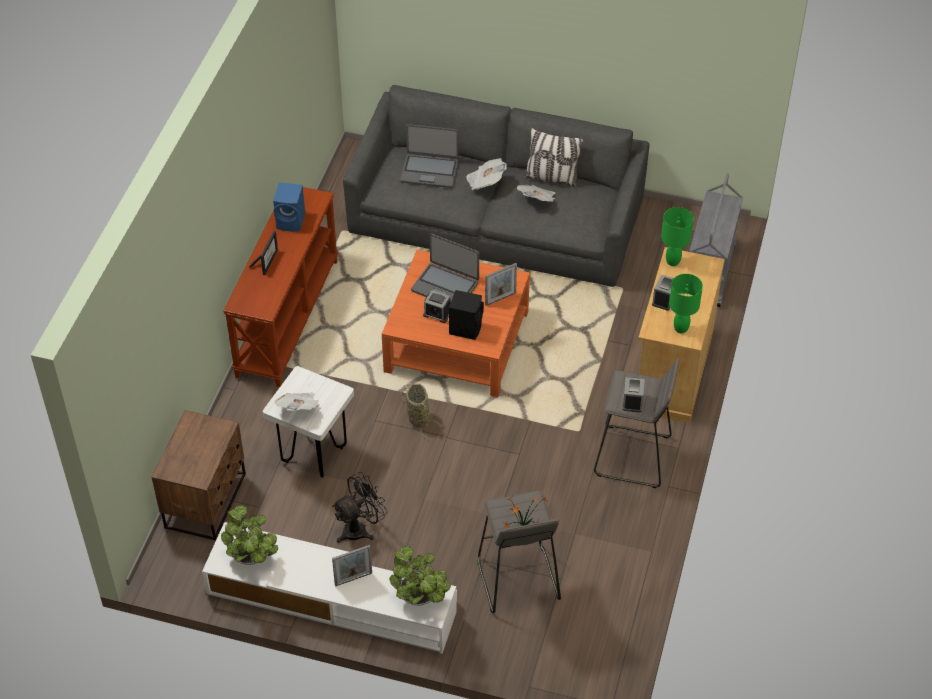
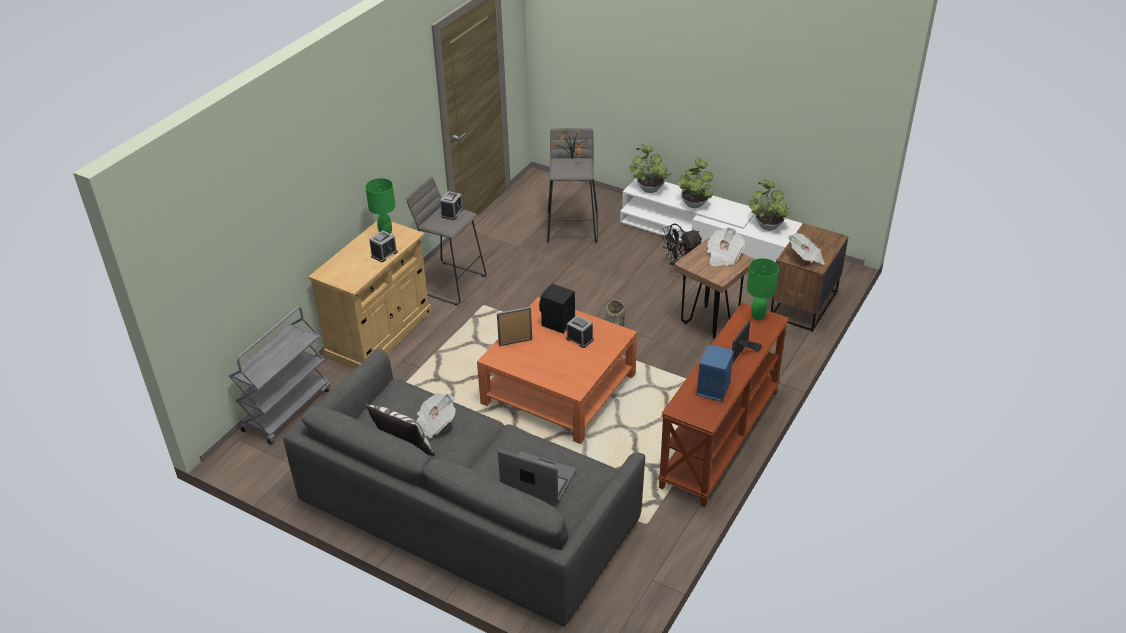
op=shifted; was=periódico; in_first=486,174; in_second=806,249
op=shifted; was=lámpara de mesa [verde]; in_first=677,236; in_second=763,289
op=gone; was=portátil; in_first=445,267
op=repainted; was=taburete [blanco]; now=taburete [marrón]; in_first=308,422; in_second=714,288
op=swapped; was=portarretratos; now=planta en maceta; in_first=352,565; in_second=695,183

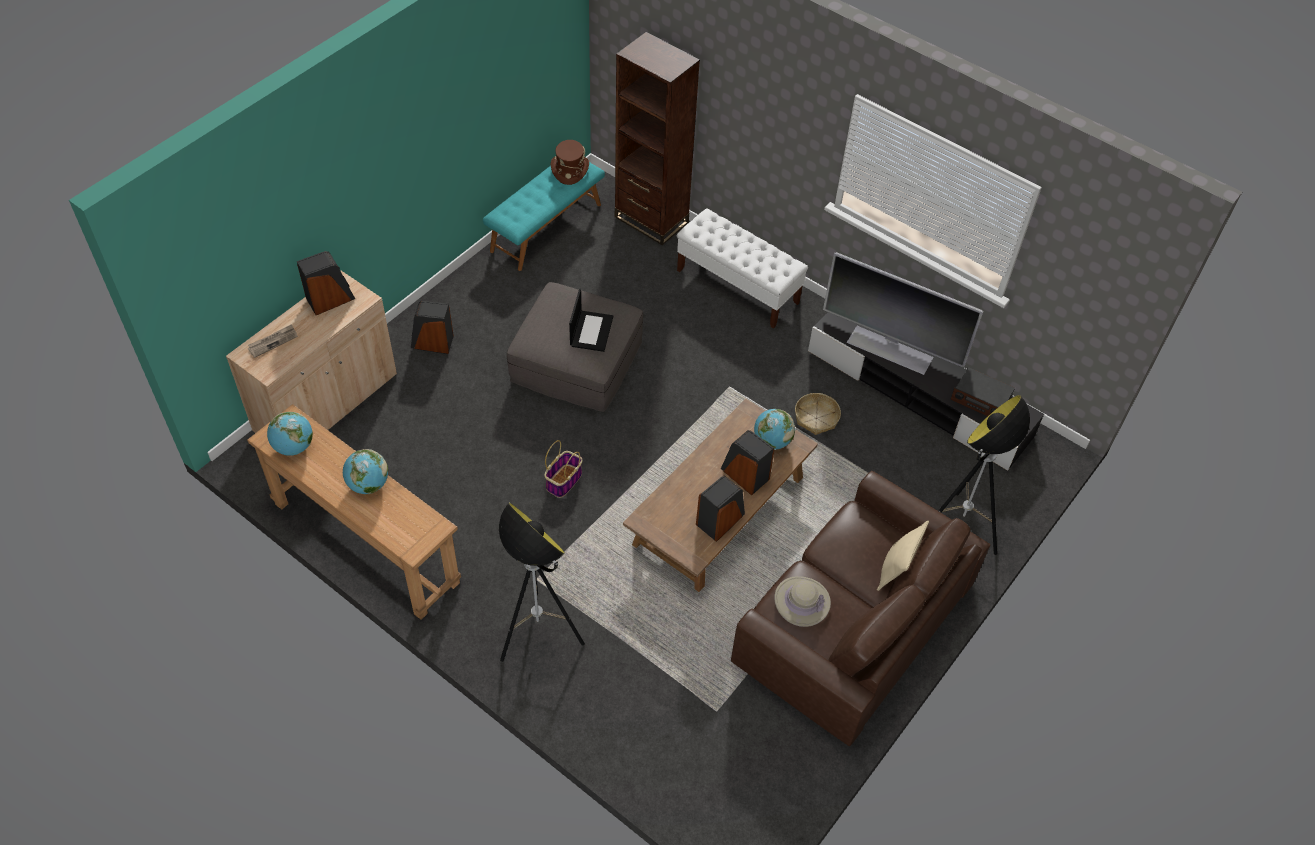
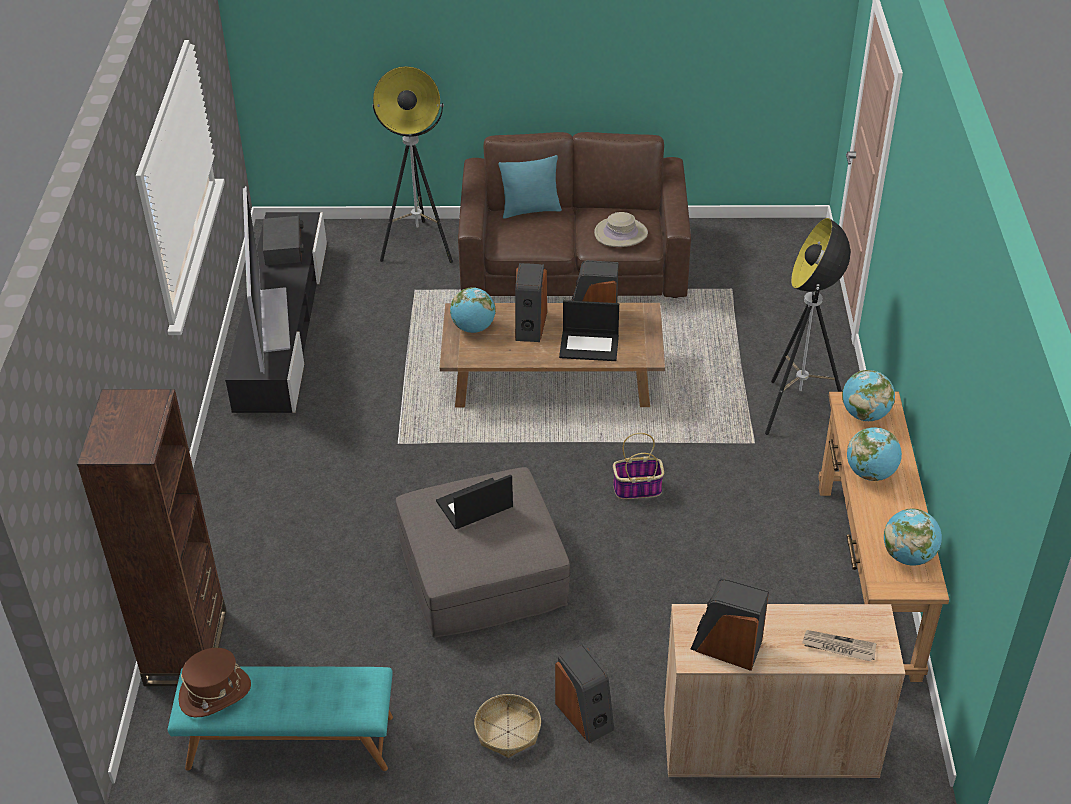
op=gone; was=banco [blanco]; in_first=742,268
op=shifted; was=cesta; in_first=818,414; in_second=507,726
op=repainted; was=cojín [beis]; now=cojín [turquesa]; in_first=903,555; in_second=530,187
op=new; now=portátil; in_second=589,330
op=new; now=globo terráqueo; in_second=868,395

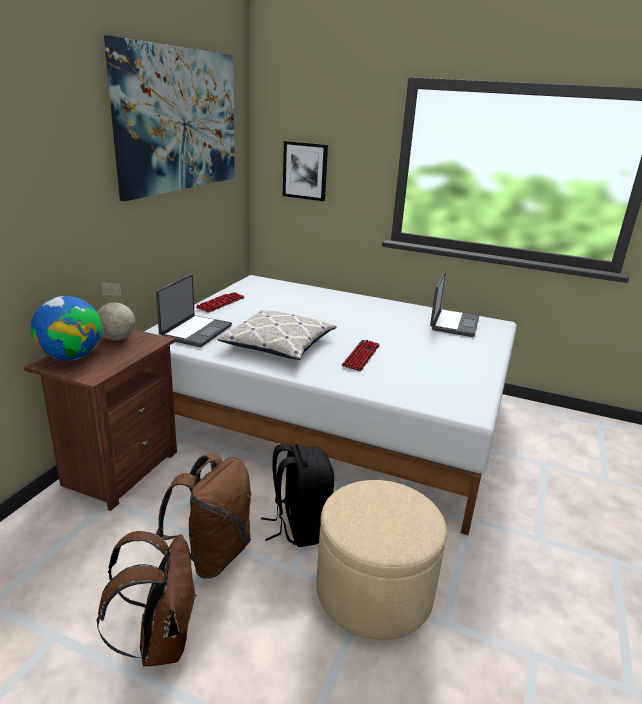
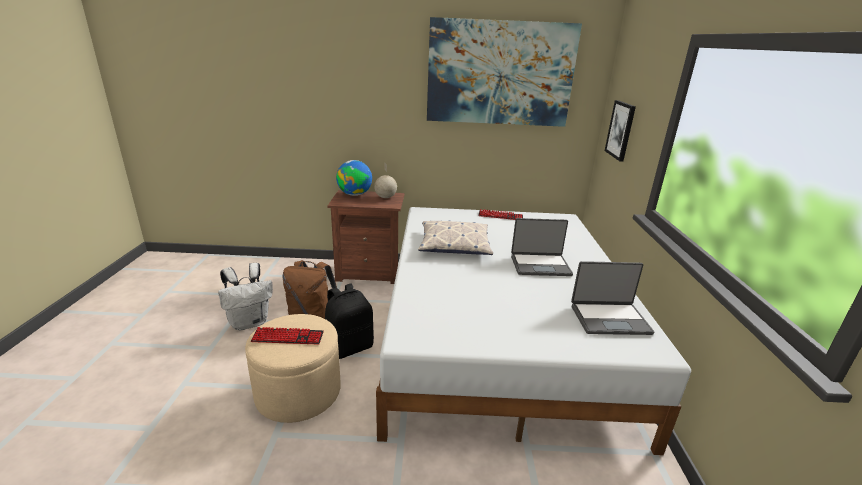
op=shifted; was=portátil; in_first=194,310; in_second=542,247
op=shifted; was=teclado; in_first=361,355; in_second=287,336
op=repainted; was=mochila [marrón]; now=mochila [blanco]; in_first=146,598; in_second=245,296

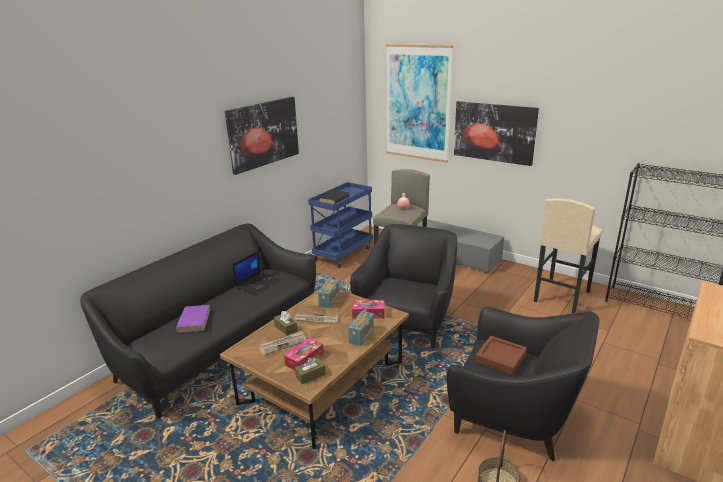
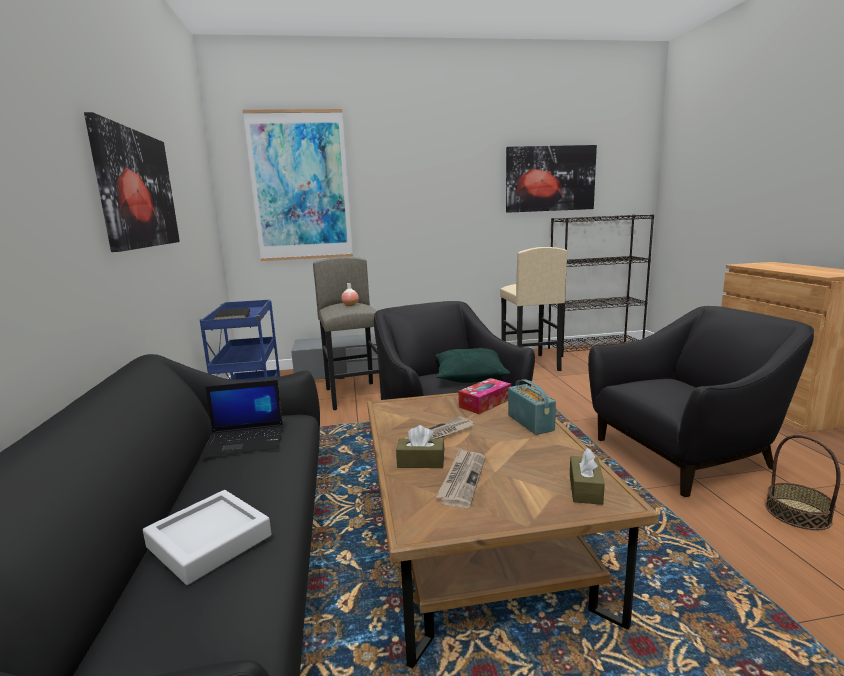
op=shifted; was=cuadro; in_first=496,133; in_second=551,179
op=rotated; was=portátil; in_first=256,273; in_second=241,419; clockwise=90
op=gone; was=radio; in_first=329,292
op=swapped; was=libro [morado]; now=bandeja [gris]; in_first=193,318; in_second=207,537
op=gone; was=bandeja [marrón]; in_first=501,355
op=gone; was=caja de pañuelos; in_first=304,354
op=new; now=cojín [verde]; in_second=472,365

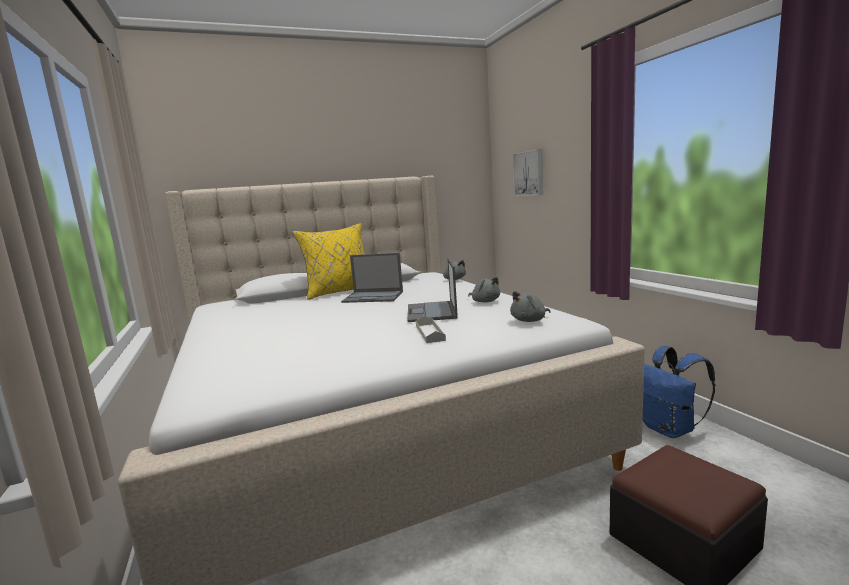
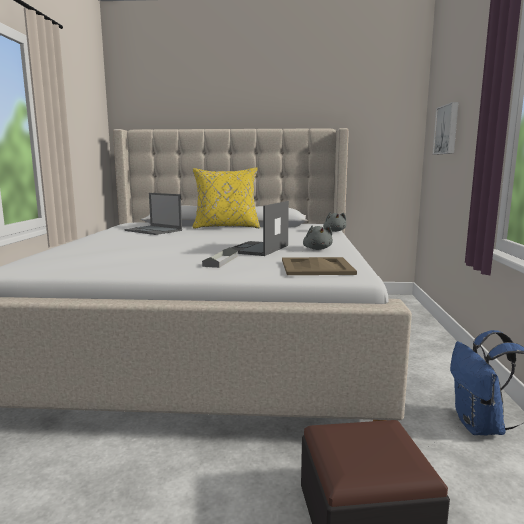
op=shifted; was=portátil; in_first=372,278; in_second=153,214
op=swapped; was=peluche [gris]; now=bandeja [beis]; in_first=530,306; in_second=319,266

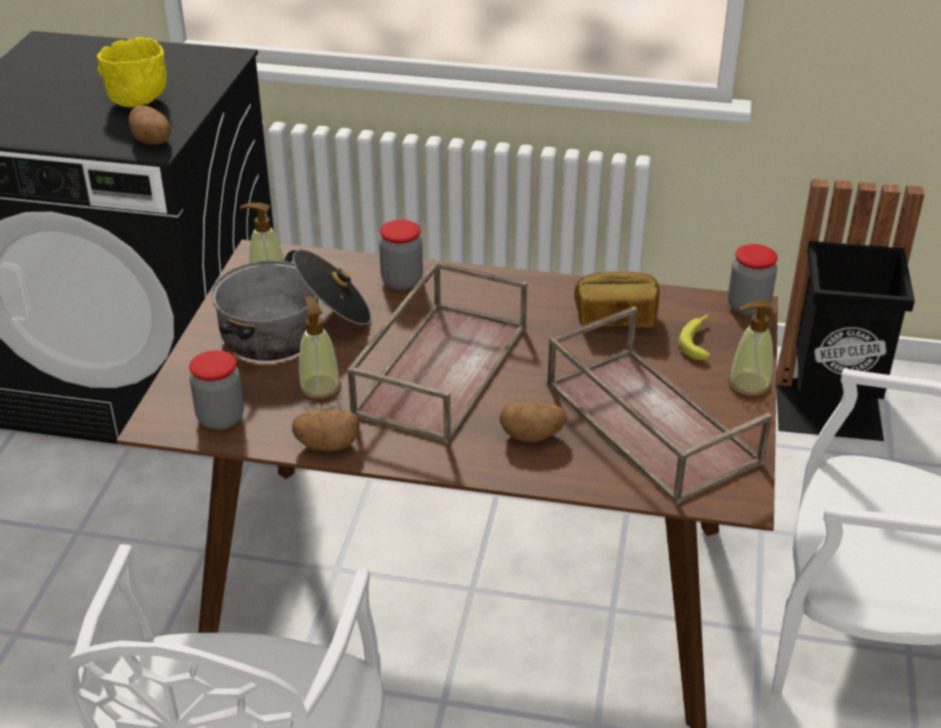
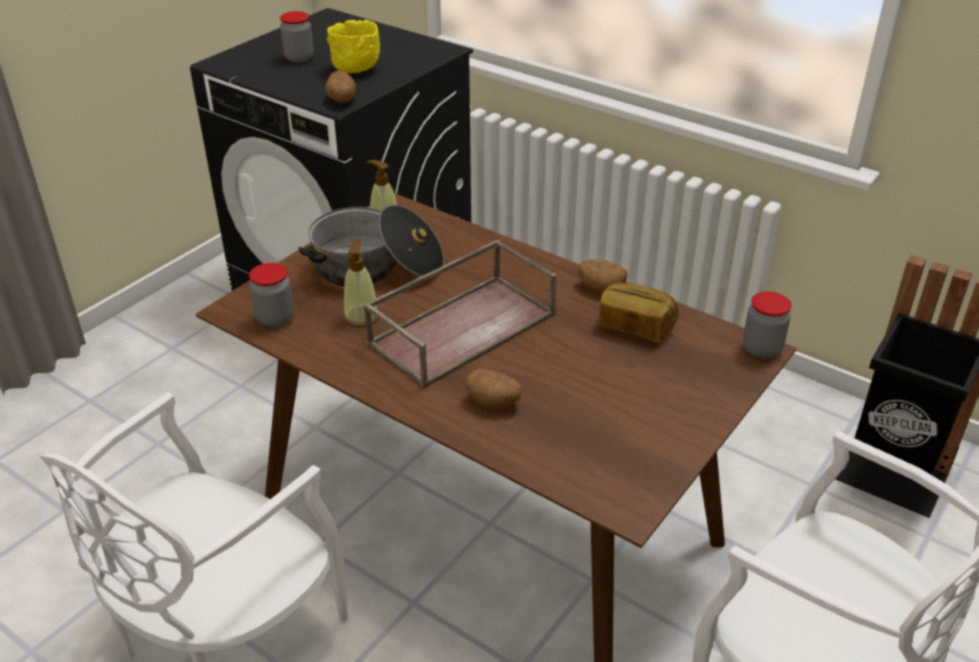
op=shifted; was=tarro; in_first=401,255; in_second=297,37
op=gone; was=dispensador de jabón; in_first=750,349
op=gone; was=bandeja [marrón]; in_first=659,405
op=gone; was=plátano; in_first=694,337
op=shifted; was=patata; in_first=326,429; in_second=602,275

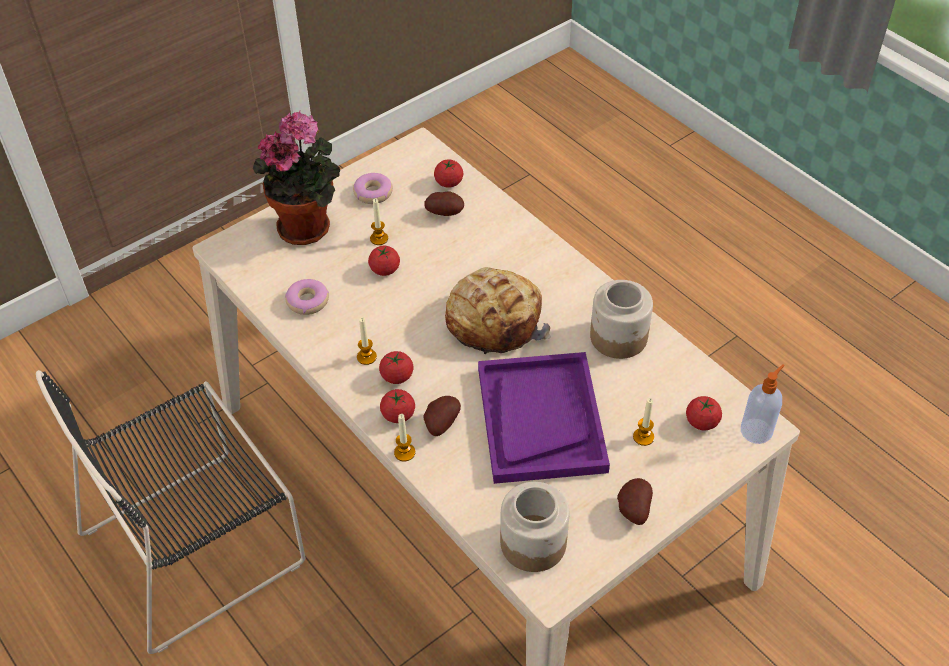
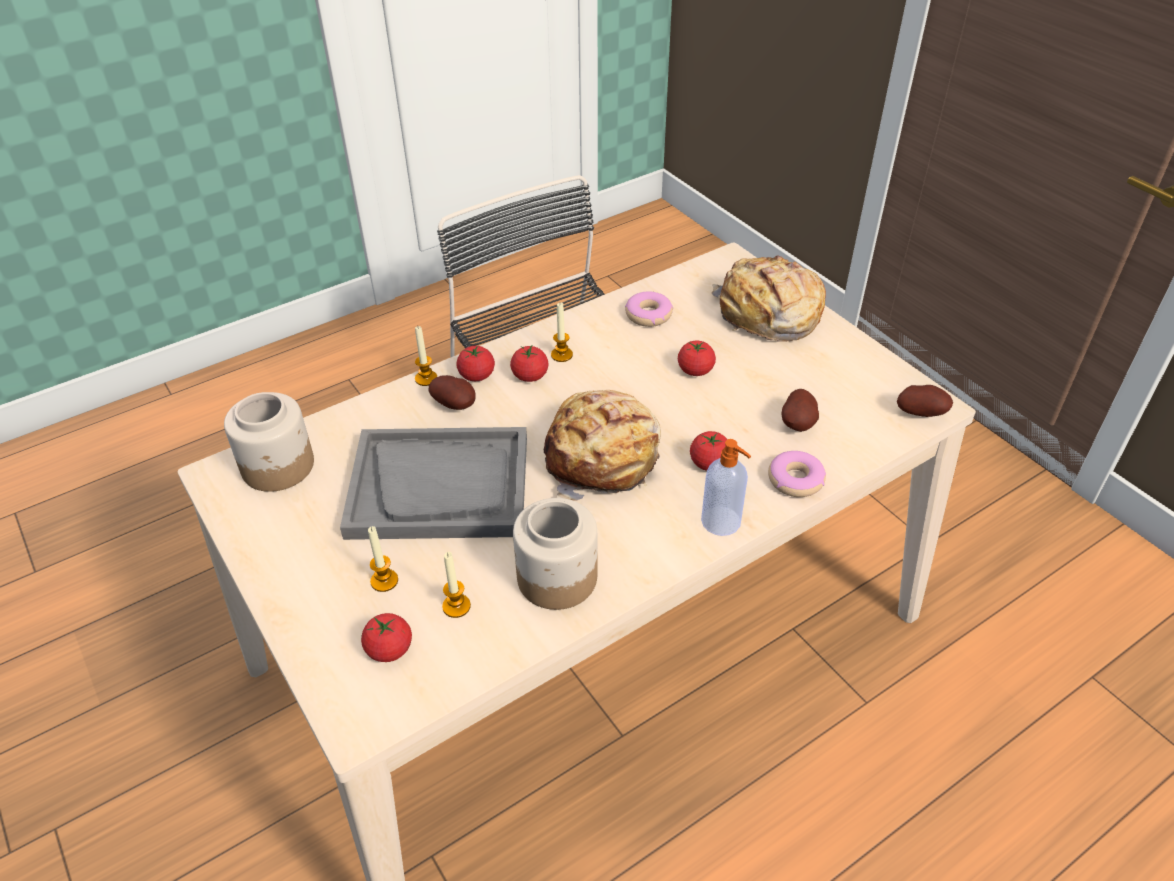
op=swapped; was=planta en maceta; now=pan; in_first=297,178; in_second=769,299
op=shifted; was=tomate; in_first=448,173; in_second=709,451
op=shifted; was=rosquilla; in_first=373,188; in_second=797,474
op=shifted; was=vela; in_first=379,221; in_second=456,585
op=repainted; was=bandeja [morado]; now=bandeja [gris]; in_first=544,418; in_second=433,483
op=shifted; was=dispensador de jabón; in_first=762,404; in_second=726,487
op=shifted; was=patata; in_first=635,501; in_second=925,401

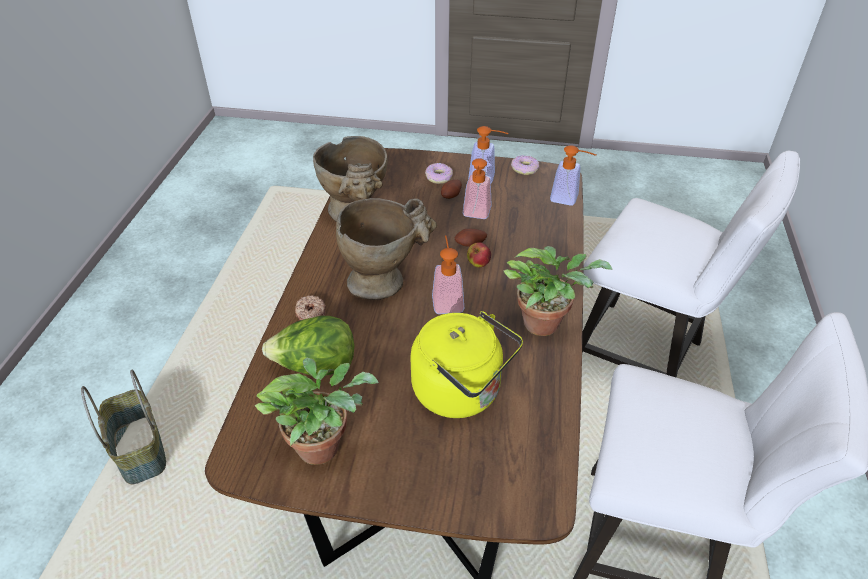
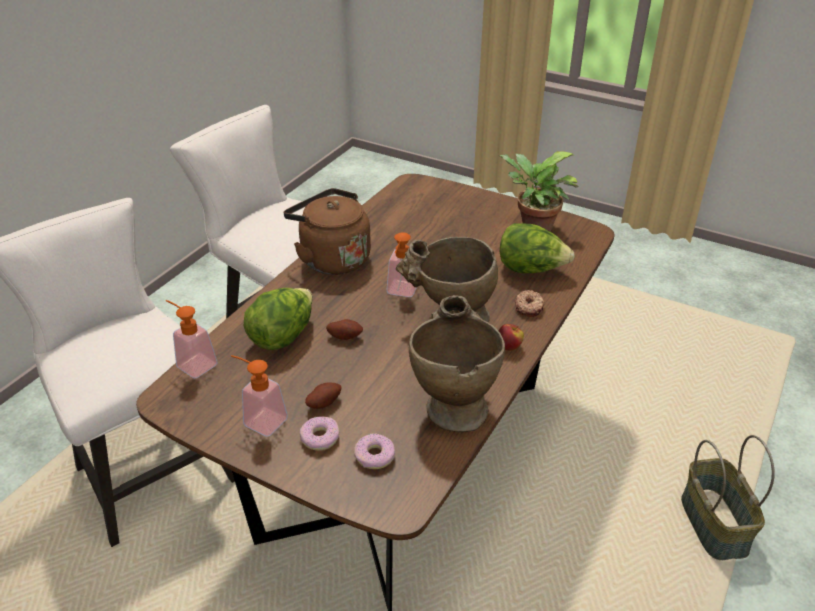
op=shifted; was=rosquilla; in_first=525,165; in_second=374,451
op=gone; was=dispensador de jabón; in_first=477,188
op=shifted; was=manzana; in_first=479,255; in_second=511,337
op=swapped; was=planta en maceta; now=hervidor [marrón]; in_first=558,291; in_second=327,231
op=gone; was=hervidor [amarillo]; in_first=467,364
op=new; now=lechuga; in_second=278,319

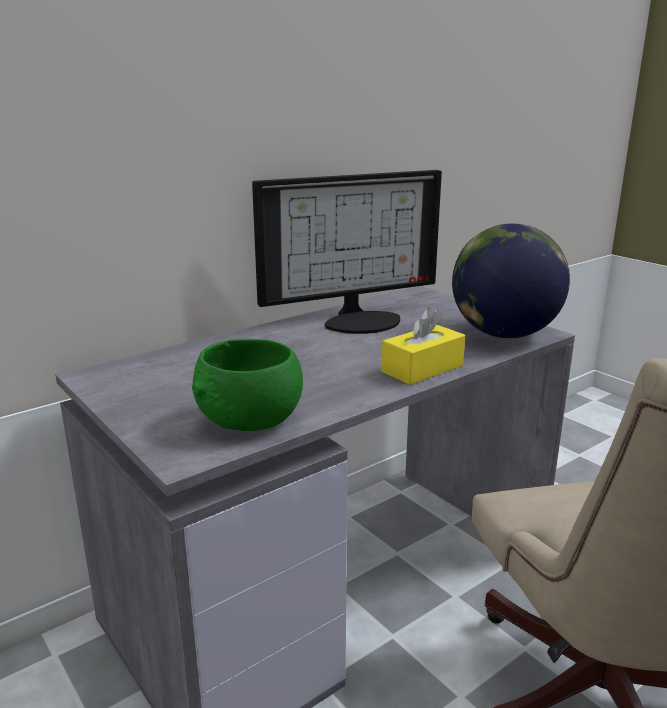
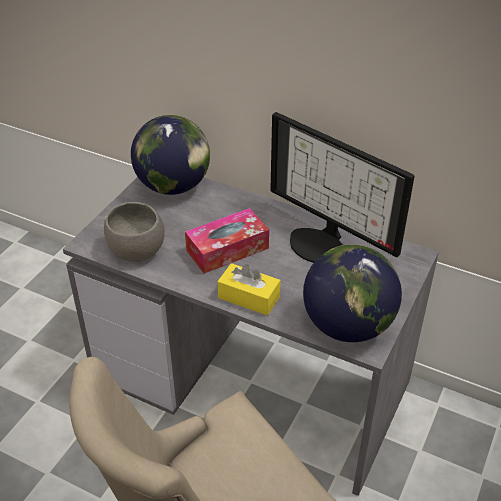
op=repainted; was=cuenco [verde]; now=cuenco [gris]; in_first=247,385; in_second=134,232
op=new; now=globo terráqueo; in_second=170,155
op=new; now=caja de pañuelos; in_second=227,241

